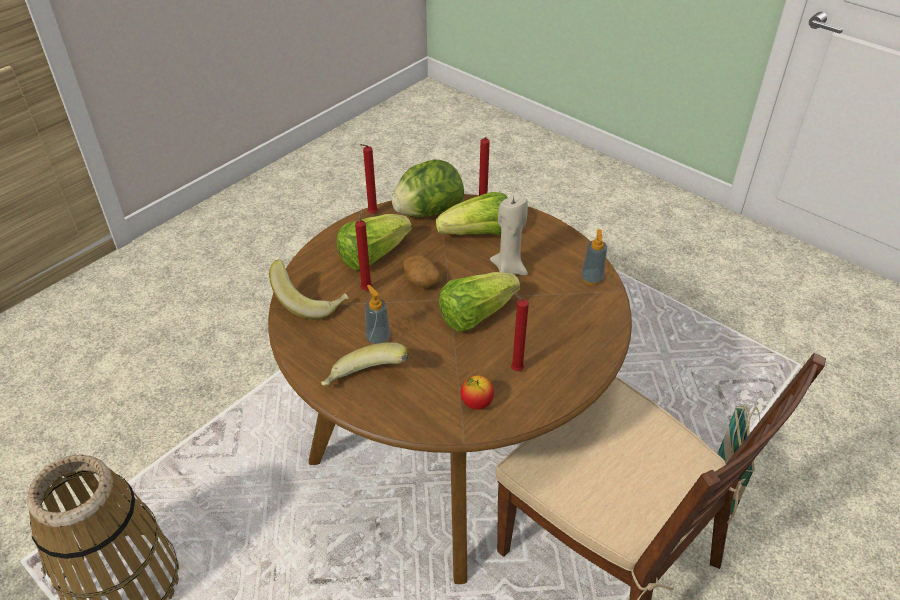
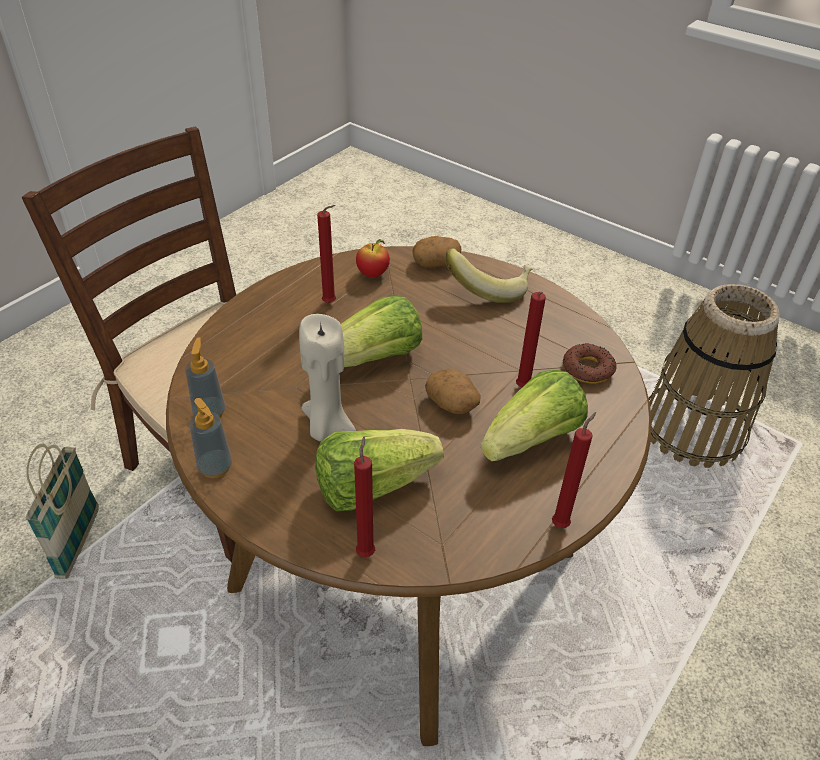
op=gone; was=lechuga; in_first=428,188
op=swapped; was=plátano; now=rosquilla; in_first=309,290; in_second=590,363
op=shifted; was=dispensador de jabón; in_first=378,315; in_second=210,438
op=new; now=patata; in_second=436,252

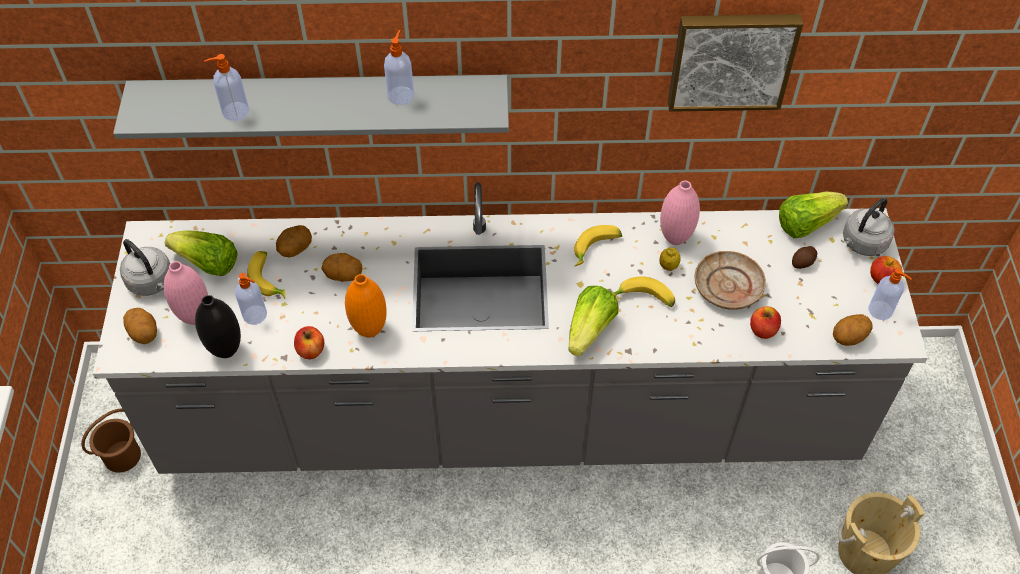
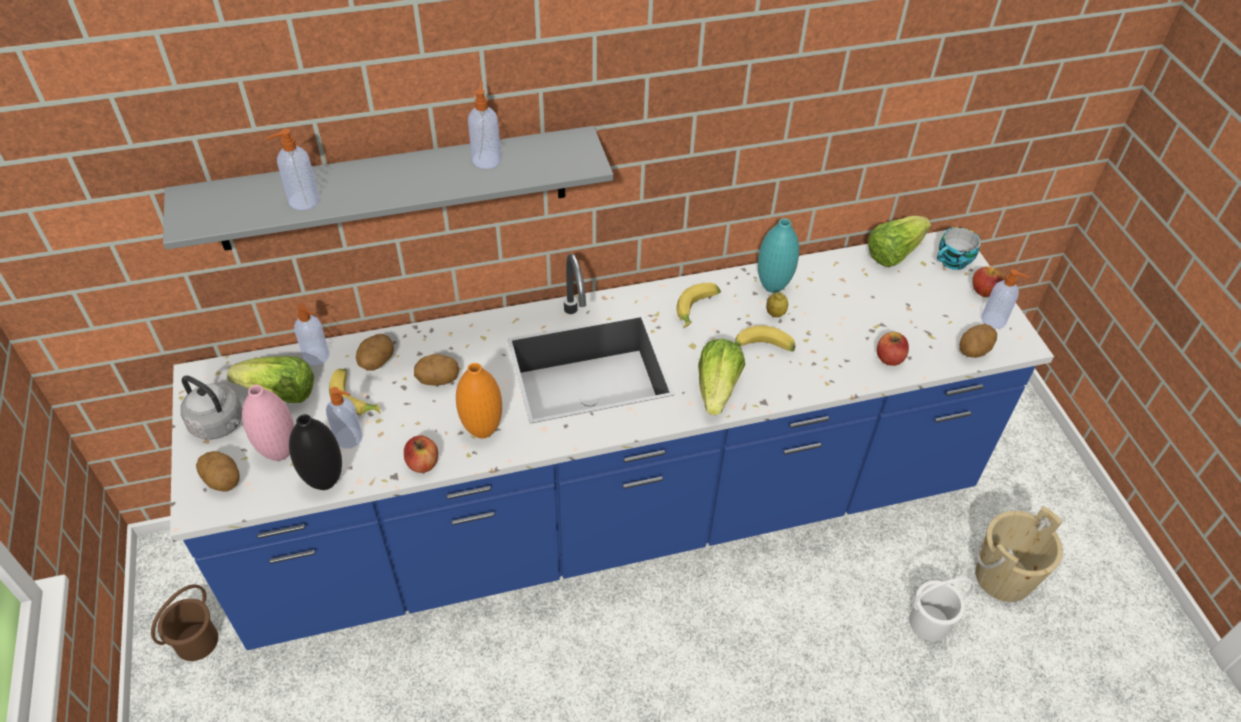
op=gone; was=cuadro; in_first=735,63
op=repainted; was=florero [rosa]; now=florero [turquesa]; in_first=680,212; in_second=778,255
op=repainted; was=mueble bajo de cocina [gris]; now=mueble bajo de cocina [azul]; in_first=510,328; in_second=612,440
op=swapped; was=hervidor [gris]; now=taza; in_first=868,227; in_second=959,248
op=gone; was=patata; in_first=804,257
op=gone; was=plato [beis]; in_first=730,280
op=new; now=dispensador de jabón; in_second=311,334

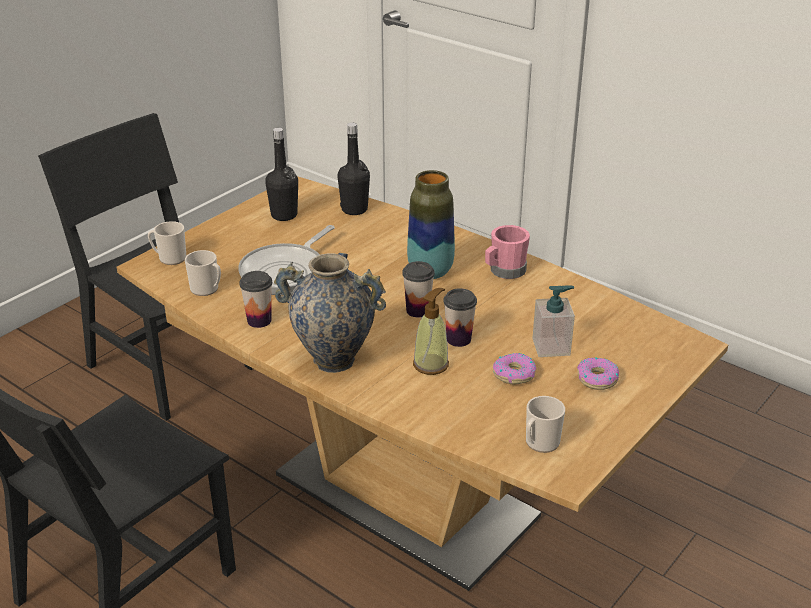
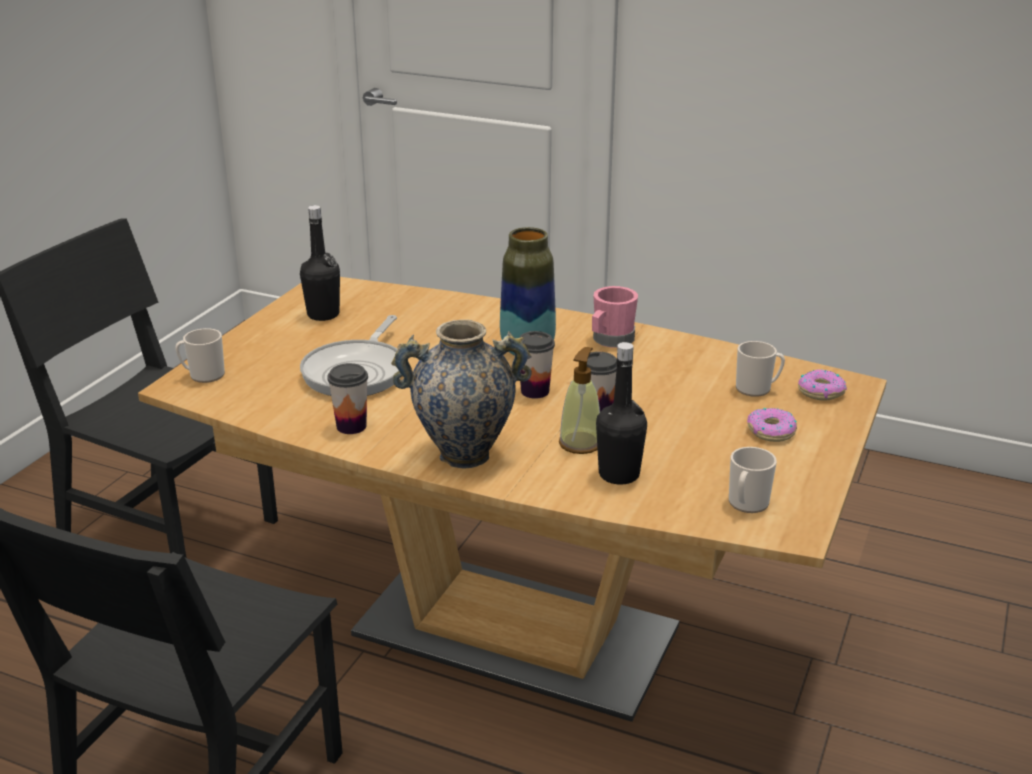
op=shifted; was=botella [negro]; in_first=353,169; in_second=621,413
op=shifted; was=taza grande; in_first=203,273; in_second=760,369
op=gone; was=dispensador de jabón; in_first=553,321
op=shifted; was=rosquilla; in_first=514,368; in_second=822,385

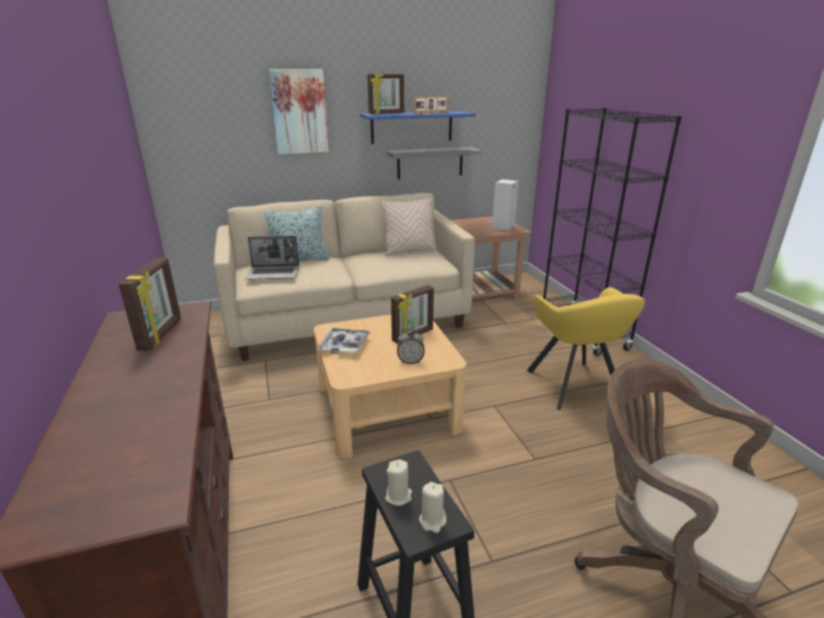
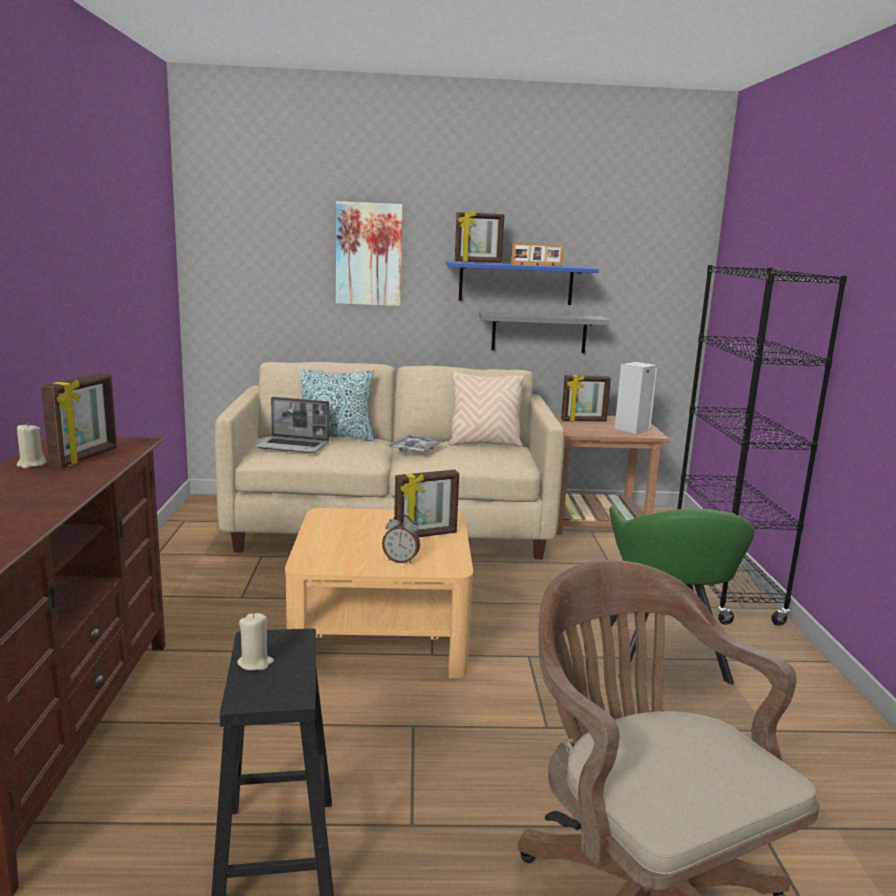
op=repainted; was=sillón [amarillo]; now=sillón [verde]; in_first=586,348; in_second=682,595
op=shifted; was=bandeja; in_first=344,341; in_second=415,444
op=shifted; was=vela [beis]; in_first=432,507; in_second=32,446
op=new; now=portarretratos; in_second=586,398

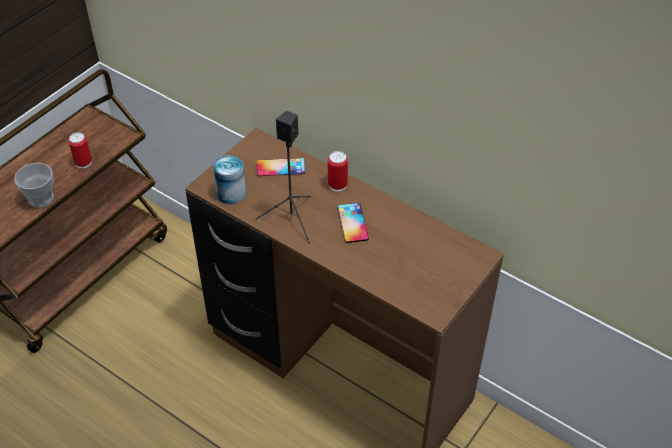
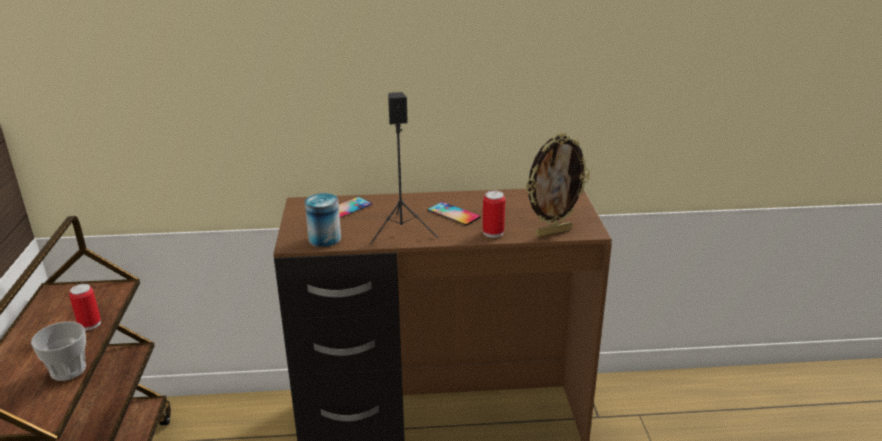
op=shifted; was=lata; in_first=338,171; in_second=493,214
op=new; now=portarretratos; in_second=558,185

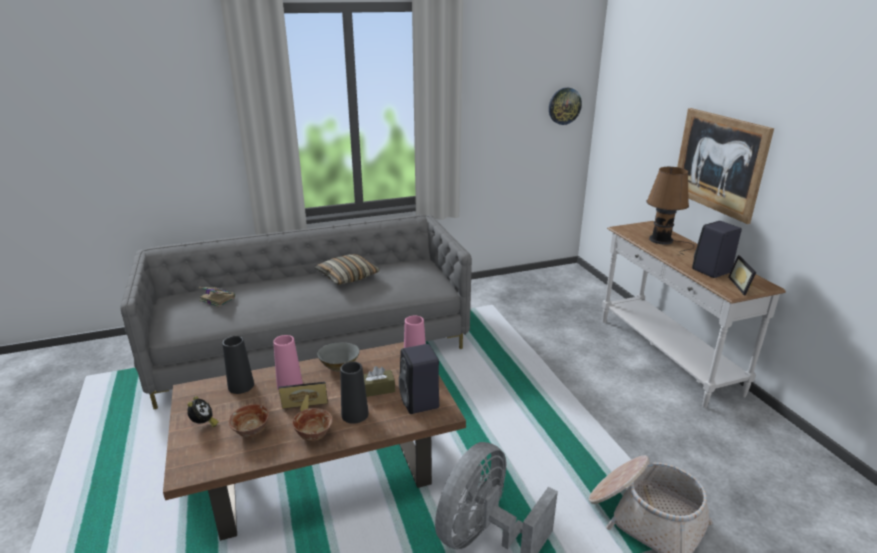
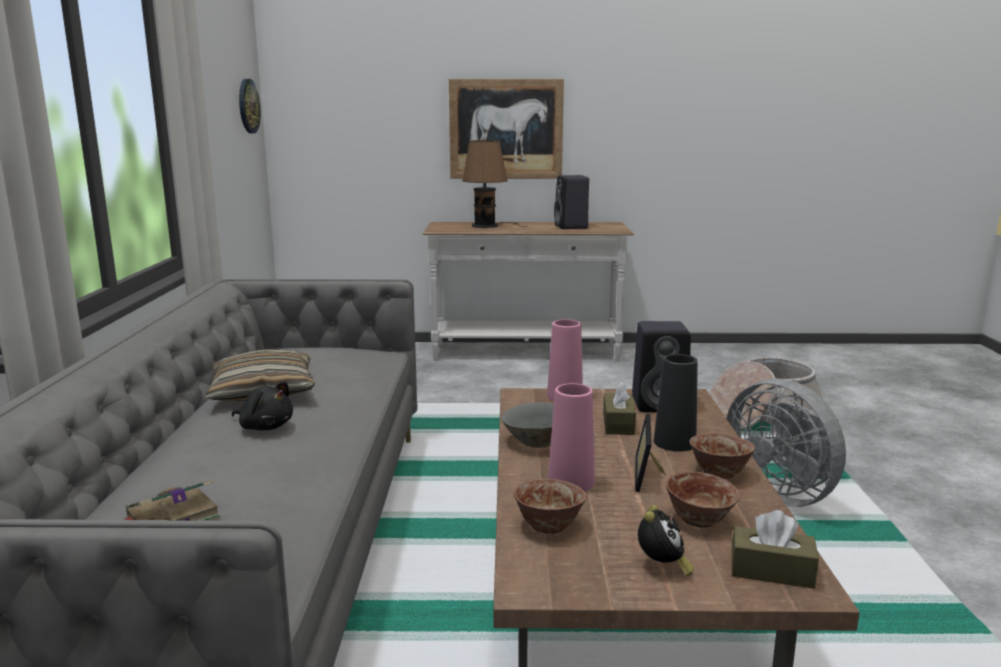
op=gone; was=portarretratos; in_first=742,275
op=swapped; was=florero [negro]; now=cuenco; in_first=238,365; in_second=550,506
op=rotated; was=despertador; in_first=203,412; in_second=666,540; clockwise=90
op=new; now=peluche [negro]; in_second=262,406
op=new; now=caja de pañuelos [marrón]; in_second=775,549

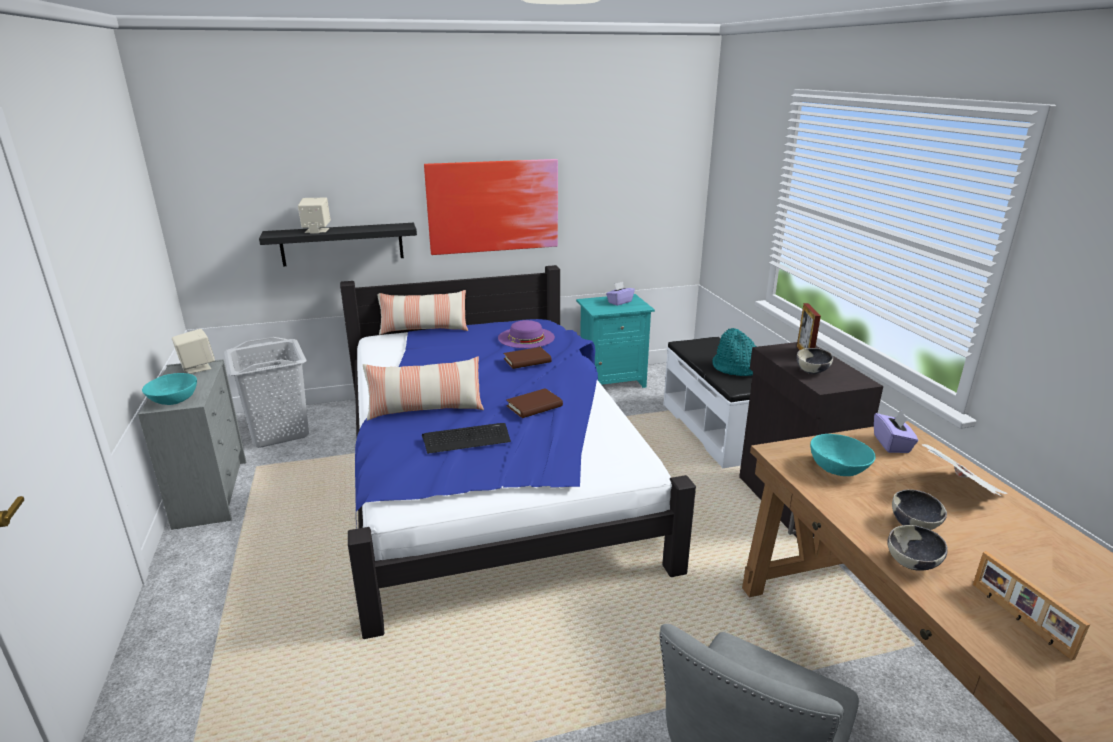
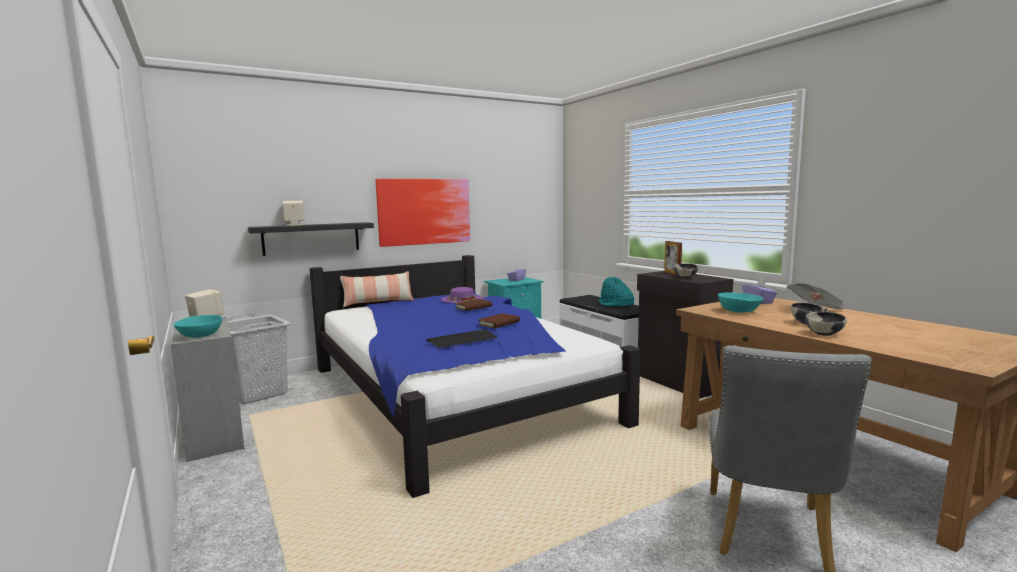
op=gone; was=cojín; in_first=423,388
op=gone; was=portarretratos; in_first=1031,605

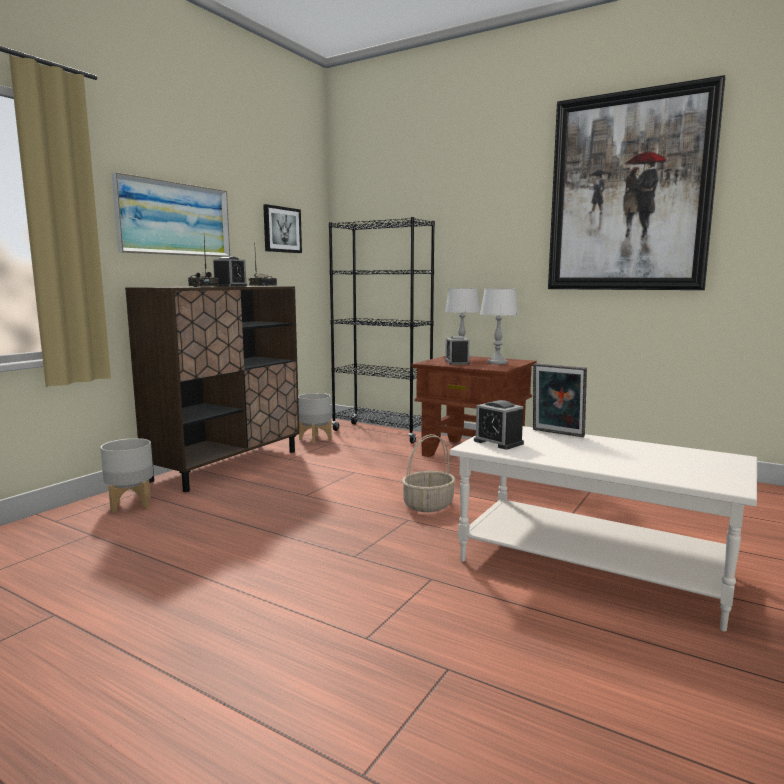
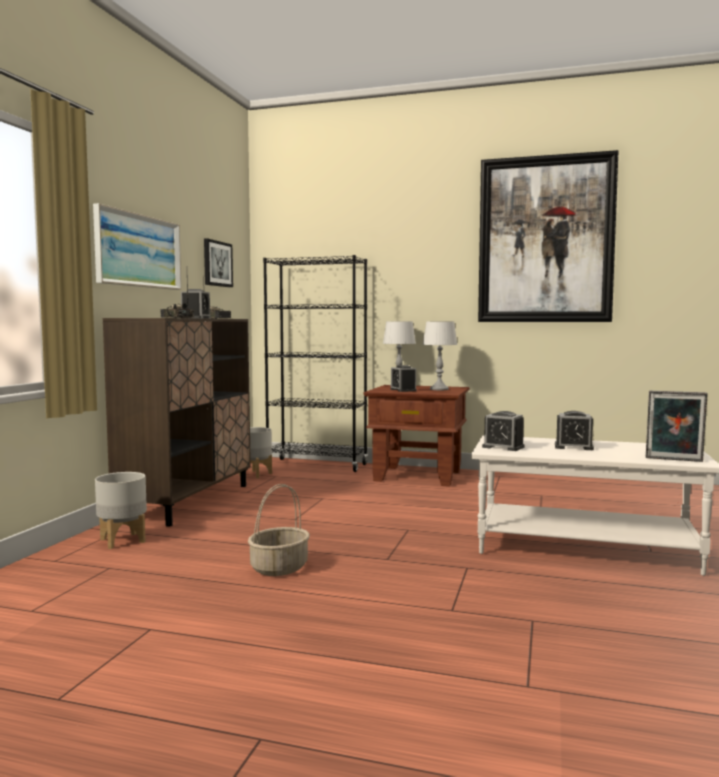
op=shifted; was=portarretratos; in_first=560,400; in_second=677,426
op=shifted; was=cesta; in_first=429,473; in_second=279,530
op=new; now=despertador; in_second=574,430

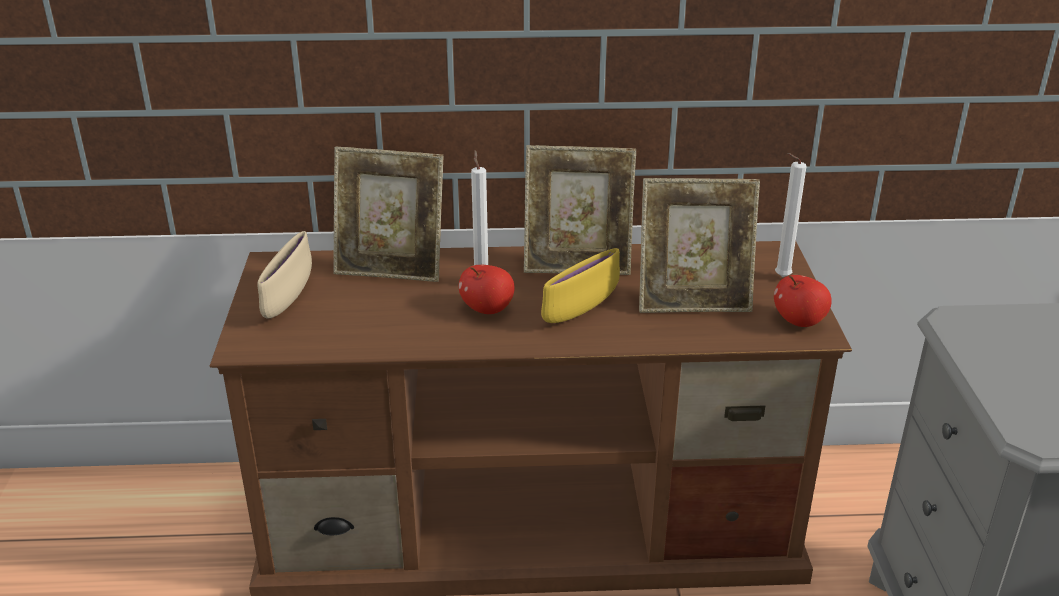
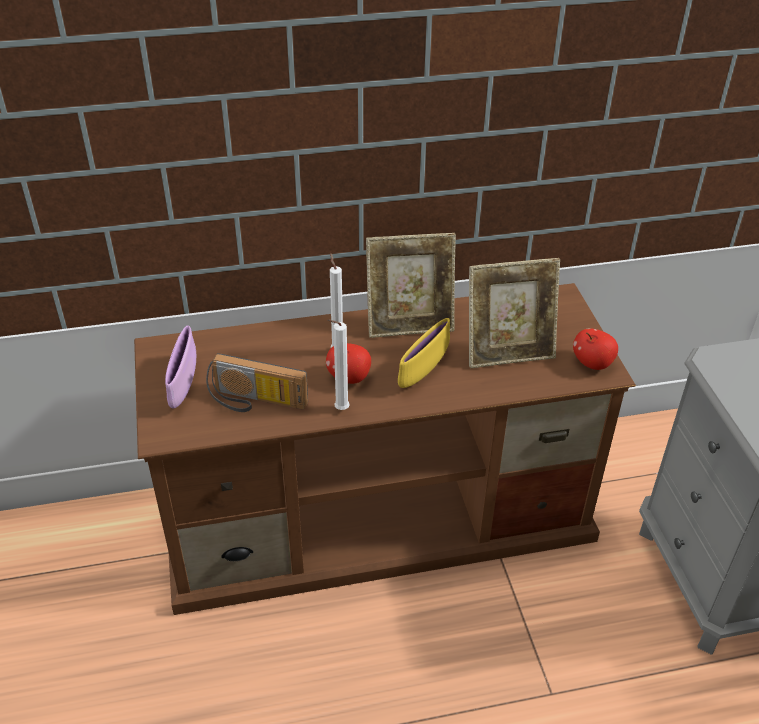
op=gone; was=portarretratos; in_first=388,214
op=shifted; was=vela [blanco]; in_first=791,215; in_second=338,364
op=repainted; was=cuenco [beis]; now=cuenco [morado]; in_first=284,275; in_second=180,367
op=new; now=radio; in_second=257,382

